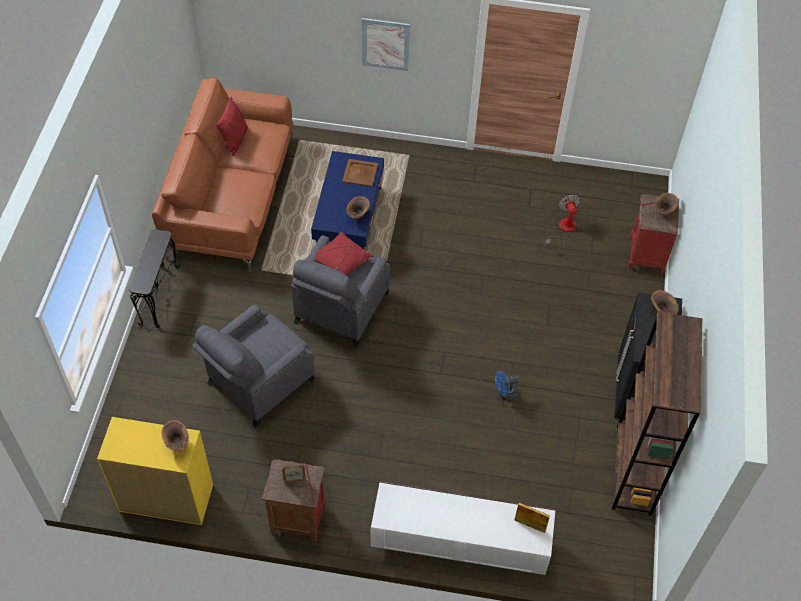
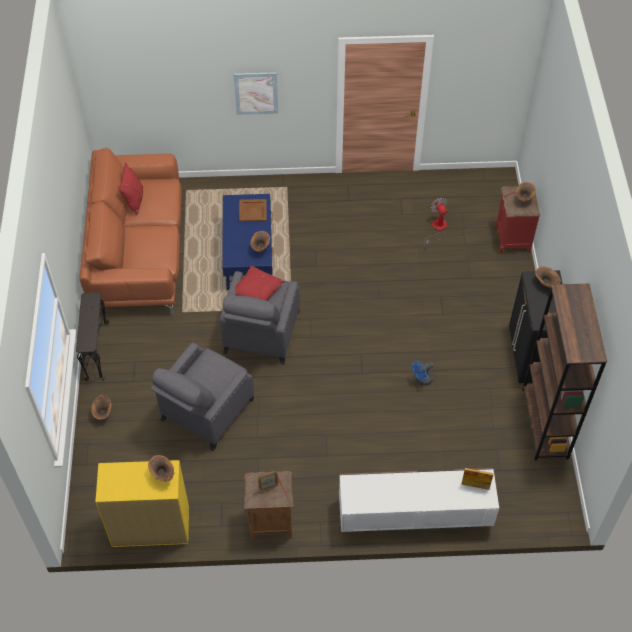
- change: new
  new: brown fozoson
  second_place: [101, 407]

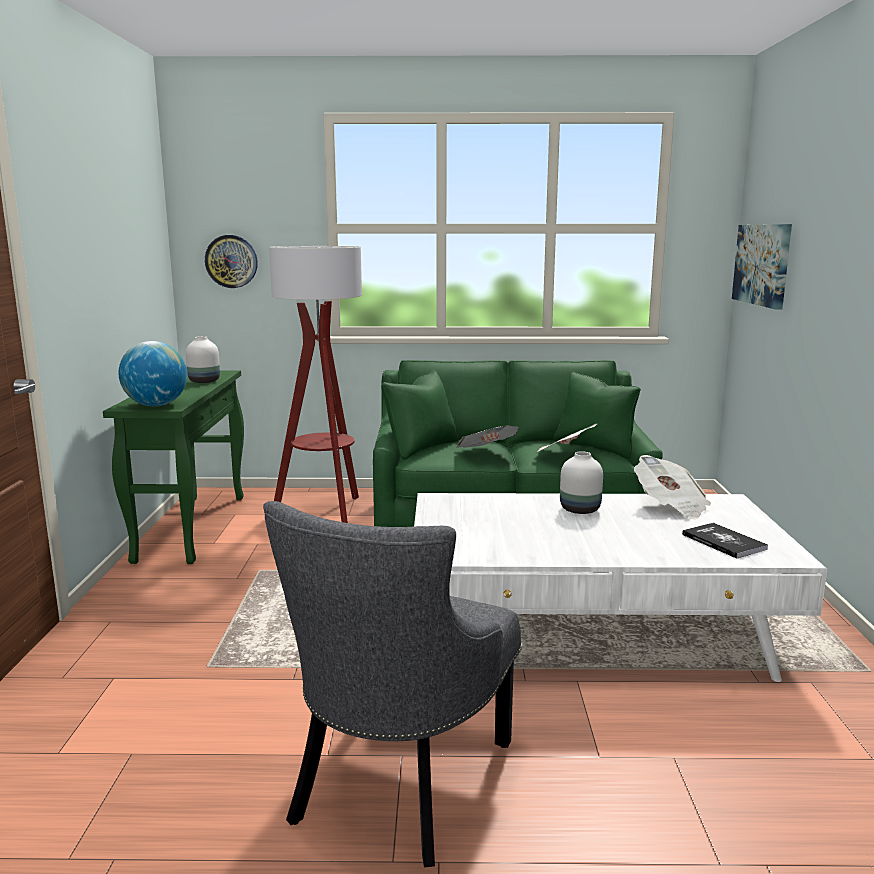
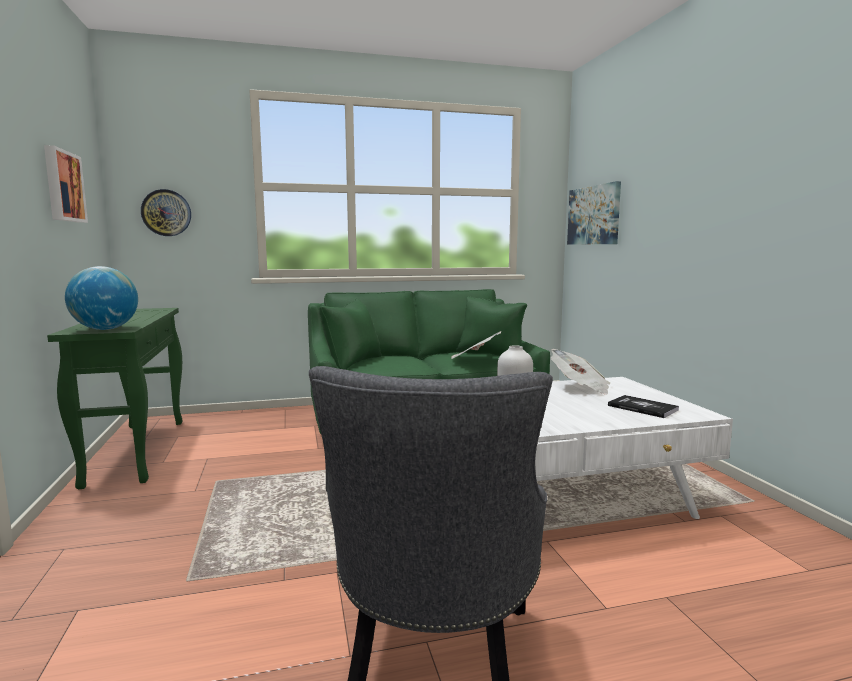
- change: gone
  old: white fozoson
  first_place: [203, 359]
- change: gone
  old: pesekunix
  first_place: [315, 384]
- change: gone
  old: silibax
  first_place: [488, 436]
- change: new
  new: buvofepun
  second_place: [66, 184]

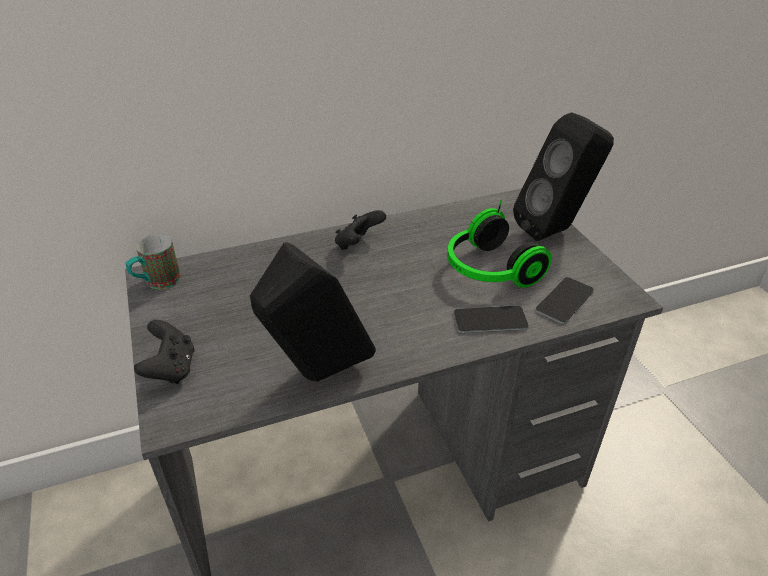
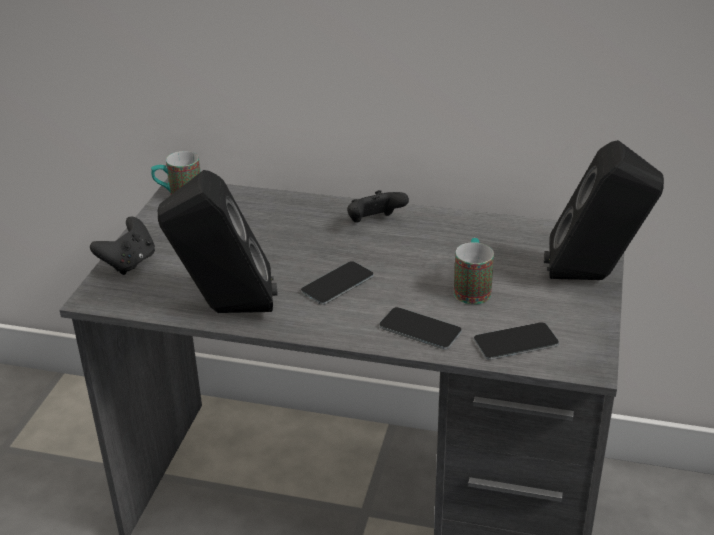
- change: swapped
  old: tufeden
  new: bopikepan
  first_place: [499, 244]
  second_place: [474, 271]
- change: new
  new: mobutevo
  second_place: [337, 283]

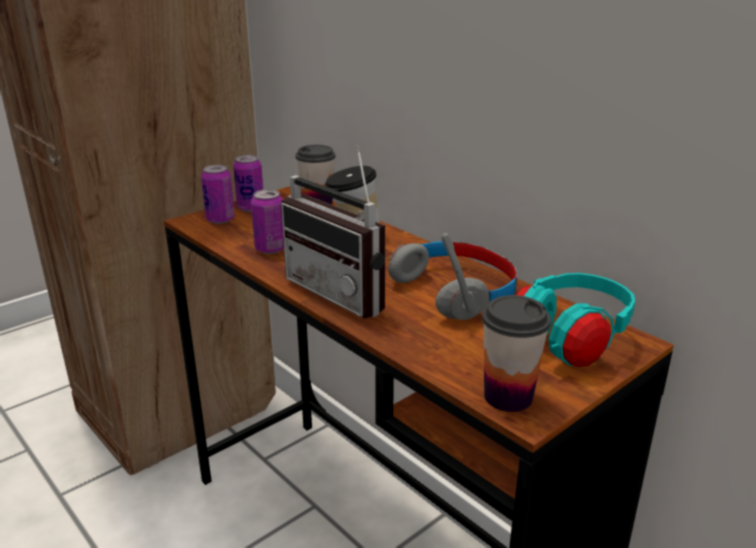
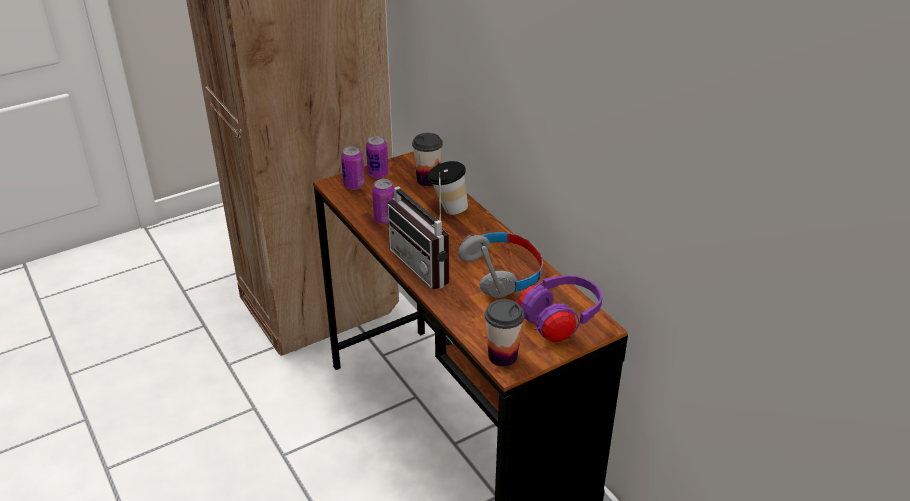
- change: repainted
  old: turquoise tufeden
  new: purple tufeden
  first_place: [576, 320]
  second_place: [560, 308]

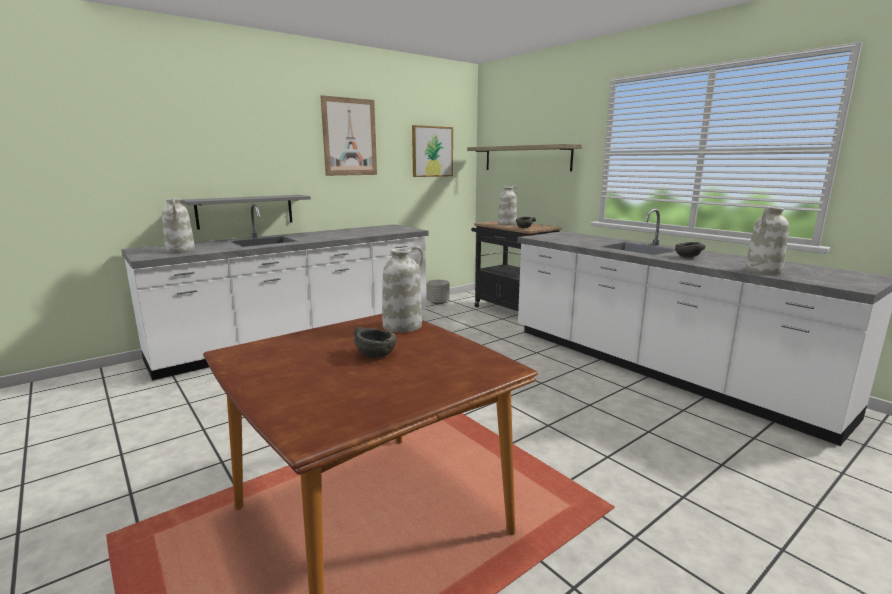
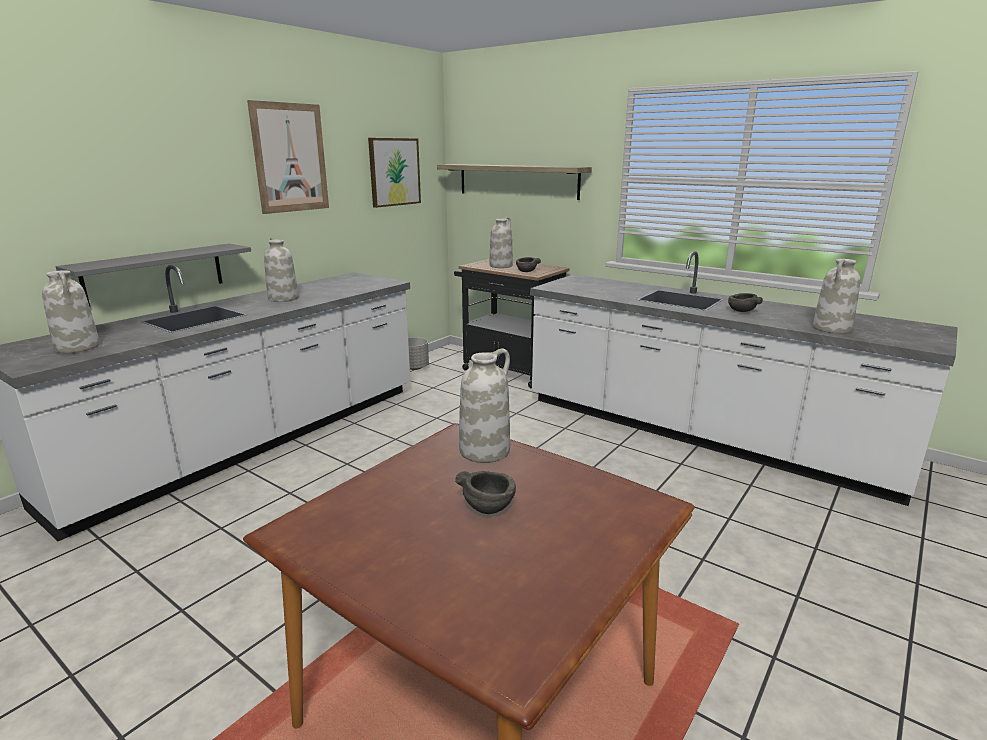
- change: new
  new: white fozoson
  second_place: [281, 269]

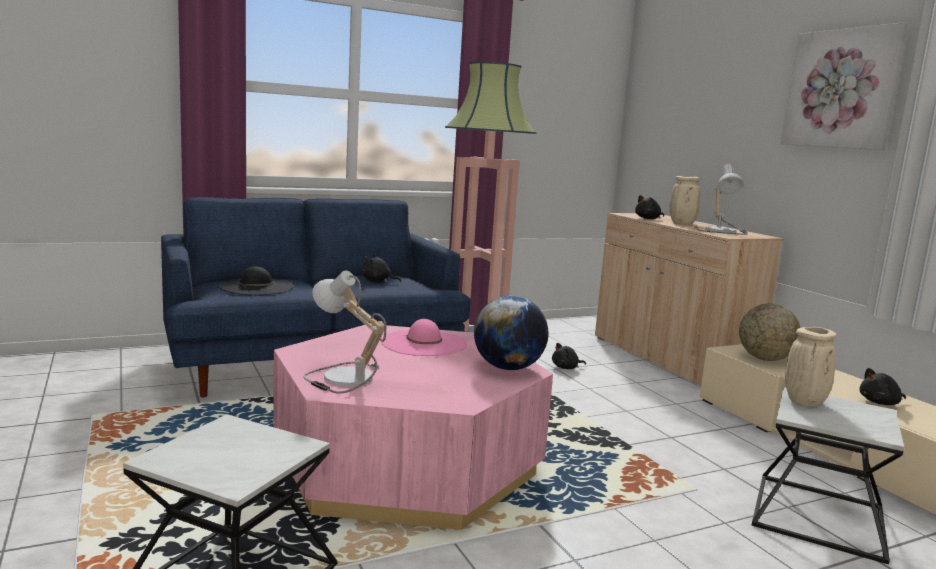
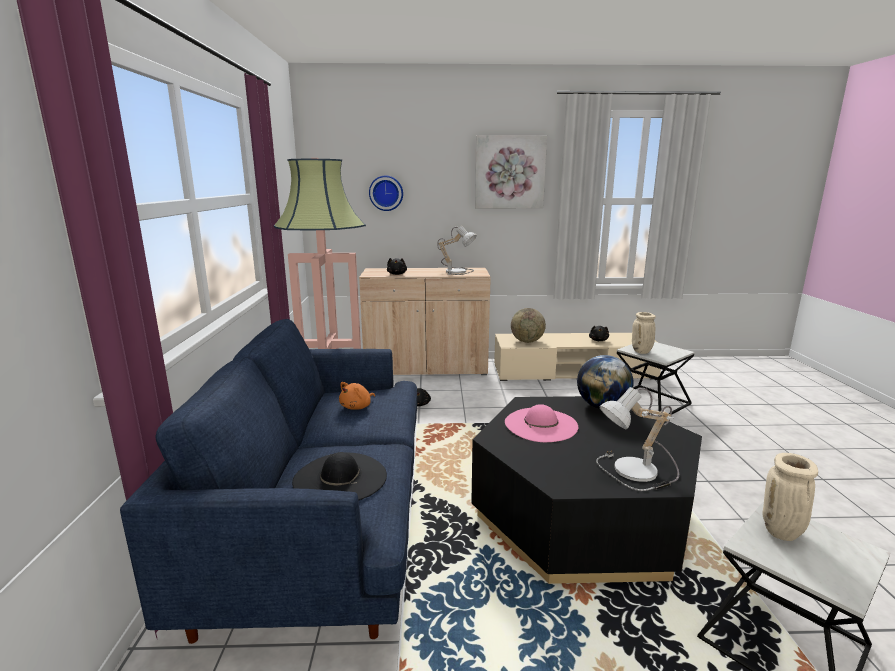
- change: repainted
  old: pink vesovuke
  new: black vesovuke
  first_place: [413, 427]
  second_place: [586, 490]
- change: repainted
  old: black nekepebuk
  new: orange nekepebuk
  first_place: [381, 268]
  second_place: [357, 396]
- change: shifted
  old: beige fozoson
  first_place: [684, 200]
  second_place: [790, 497]
- change: new
  new: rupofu
  second_place: [386, 193]

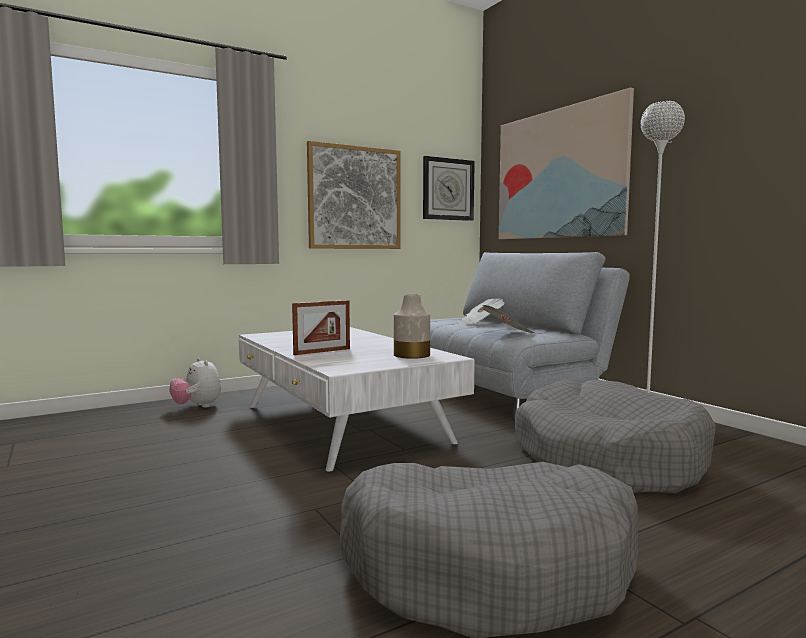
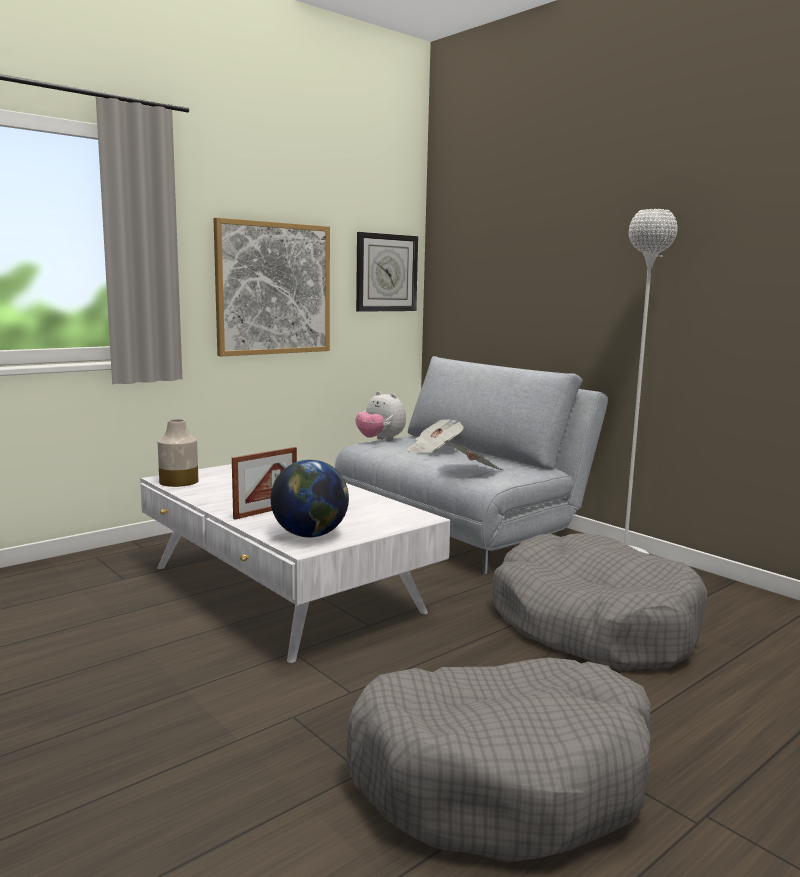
- change: shifted
  old: nekepebuk
  first_place: [195, 383]
  second_place: [381, 416]
- change: shifted
  old: beige fozoson
  first_place: [412, 326]
  second_place: [178, 453]
- change: gone
  old: buvofepun
  first_place: [566, 163]
- change: new
  new: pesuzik
  second_place: [310, 498]

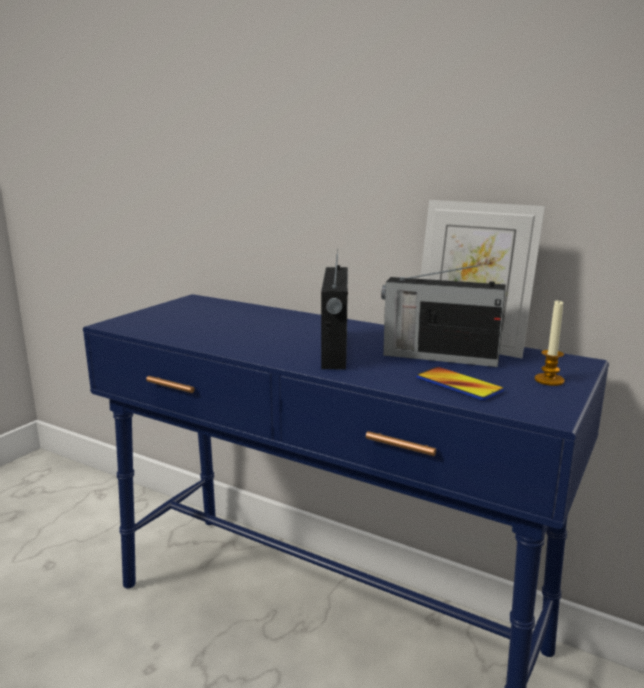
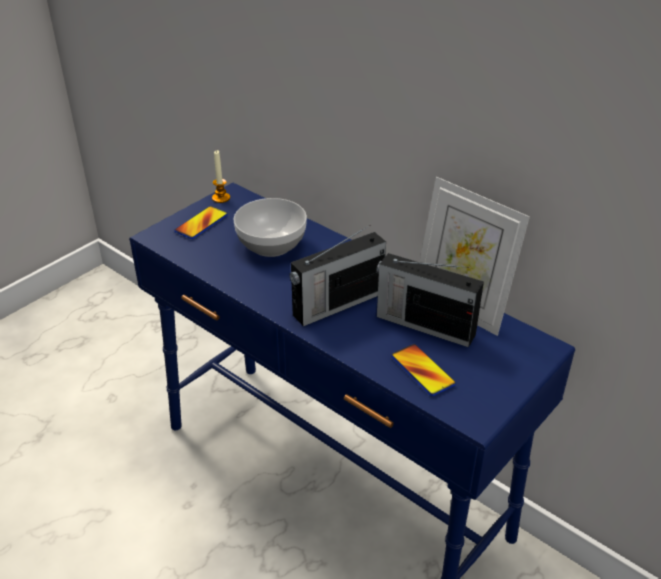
- change: rotated
  old: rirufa
  first_place: [334, 309]
  second_place: [337, 275]
  degrees: 45
- change: shifted
  old: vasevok
  first_place: [549, 342]
  second_place: [221, 176]
- change: new
  new: mobutevo
  second_place: [201, 222]
- change: new
  new: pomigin
  second_place: [270, 227]

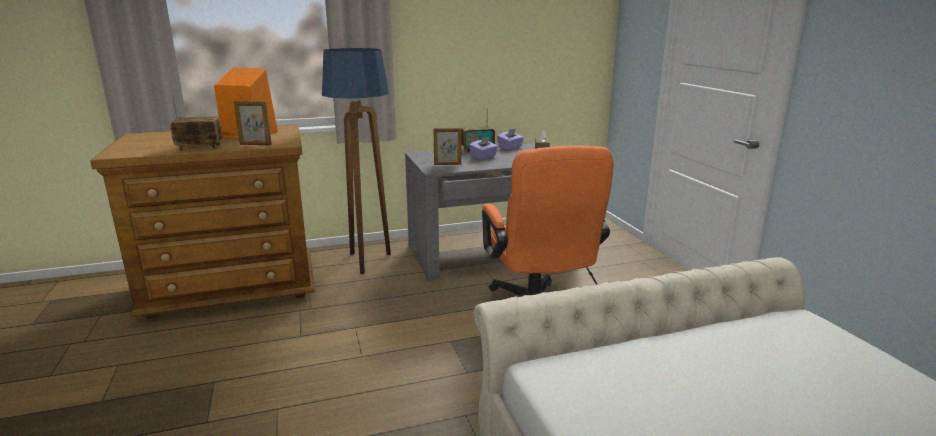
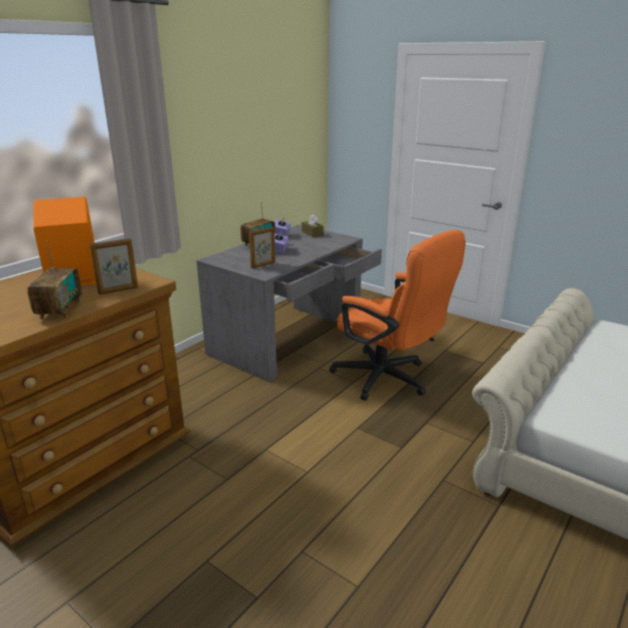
- change: rotated
  old: rirufa
  first_place: [196, 122]
  second_place: [54, 280]
  degrees: 135
- change: gone
  old: pesekunix
  first_place: [356, 161]

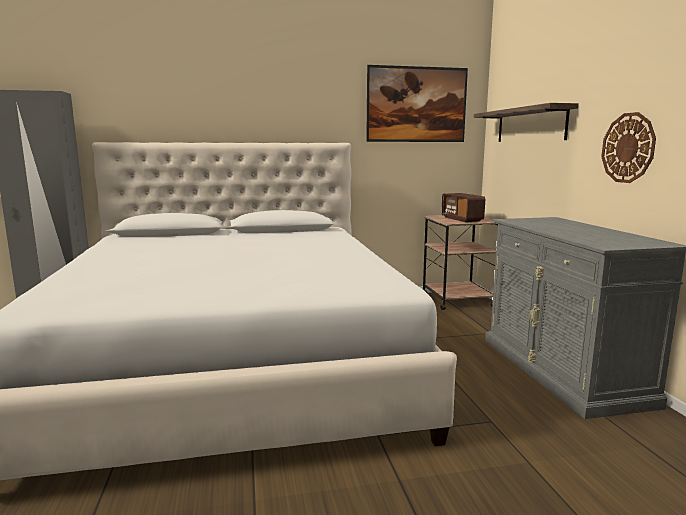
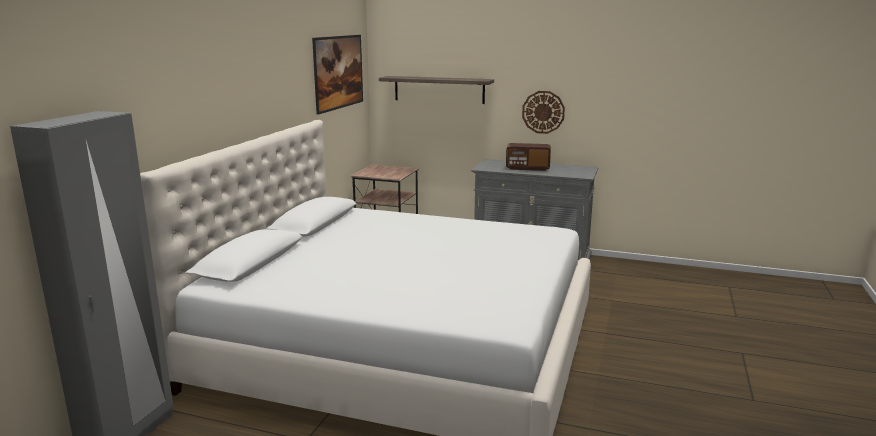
- change: shifted
  old: rirufa
  first_place: [463, 207]
  second_place: [528, 157]

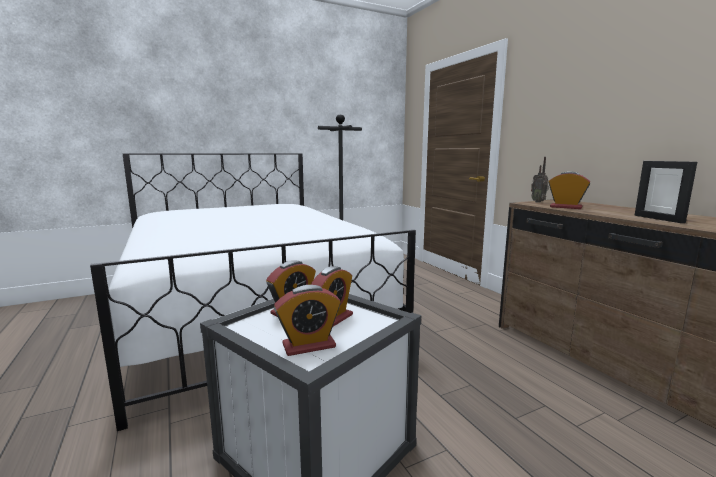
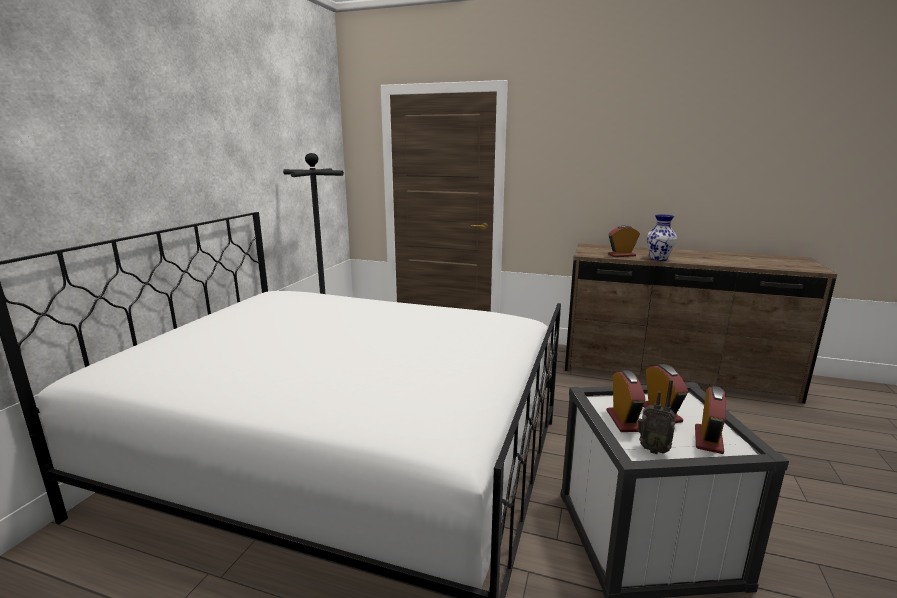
- change: shifted
  old: rirufa
  first_place: [540, 180]
  second_place: [656, 416]
- change: gone
  old: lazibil
  first_place: [665, 192]
- change: new
  new: fozoson
  second_place: [662, 237]

